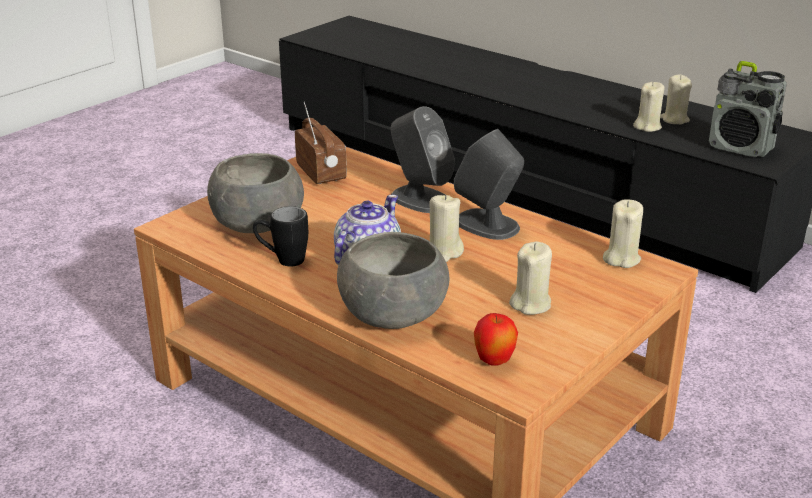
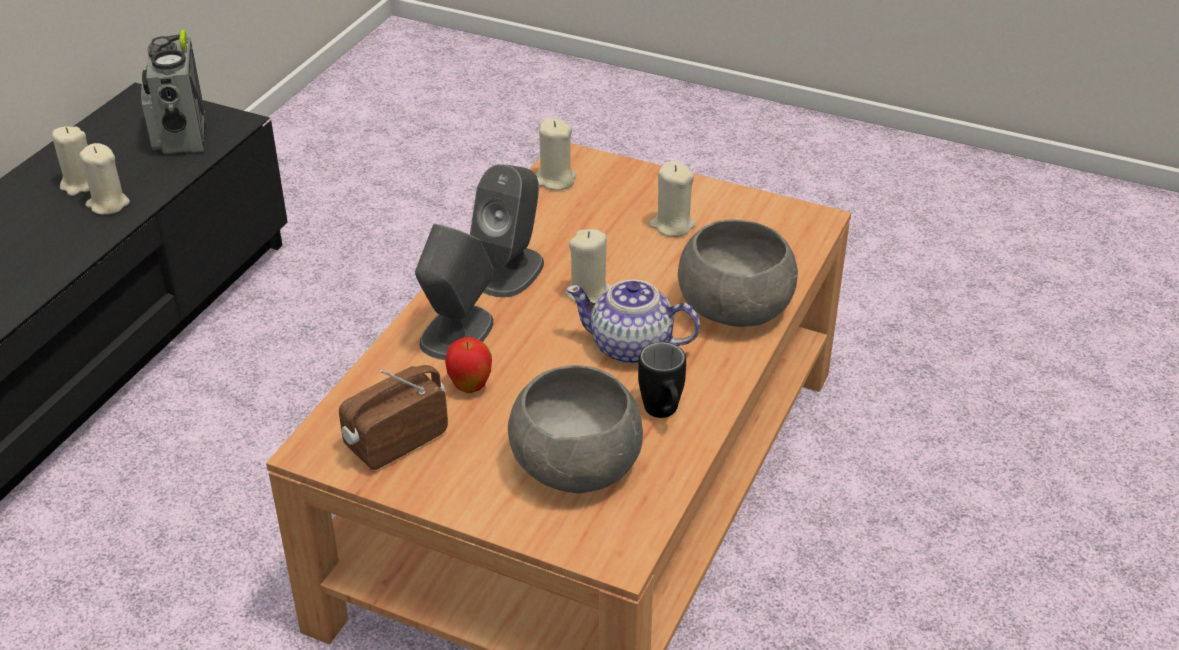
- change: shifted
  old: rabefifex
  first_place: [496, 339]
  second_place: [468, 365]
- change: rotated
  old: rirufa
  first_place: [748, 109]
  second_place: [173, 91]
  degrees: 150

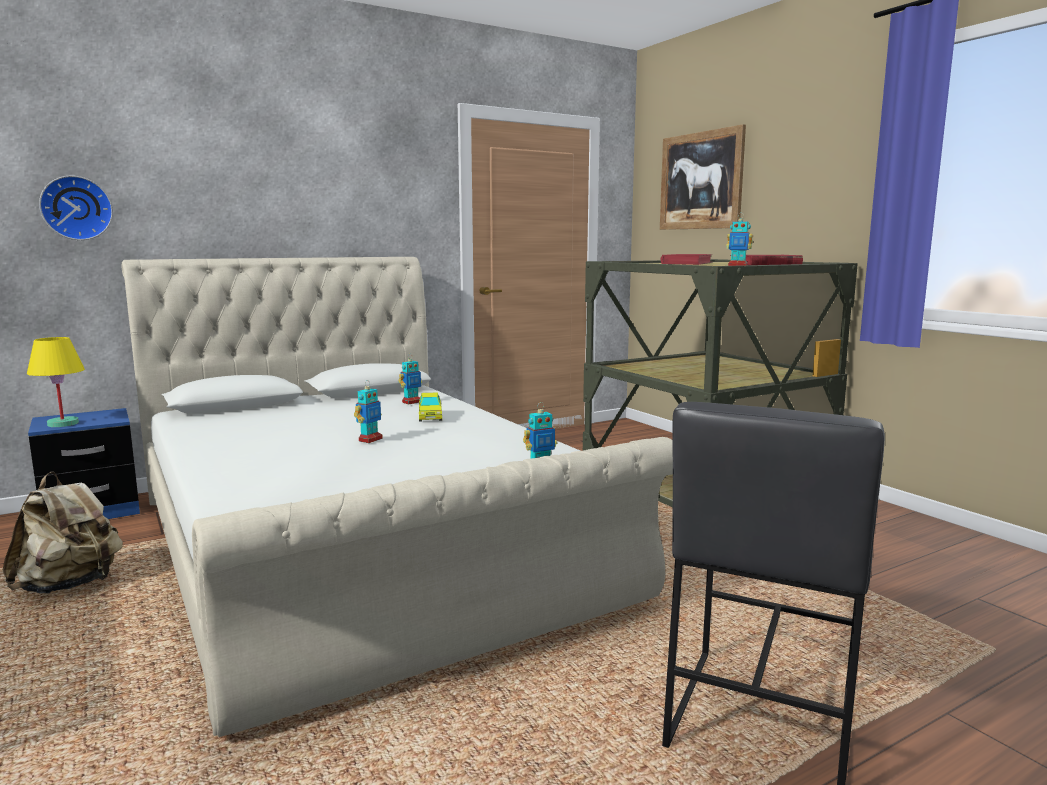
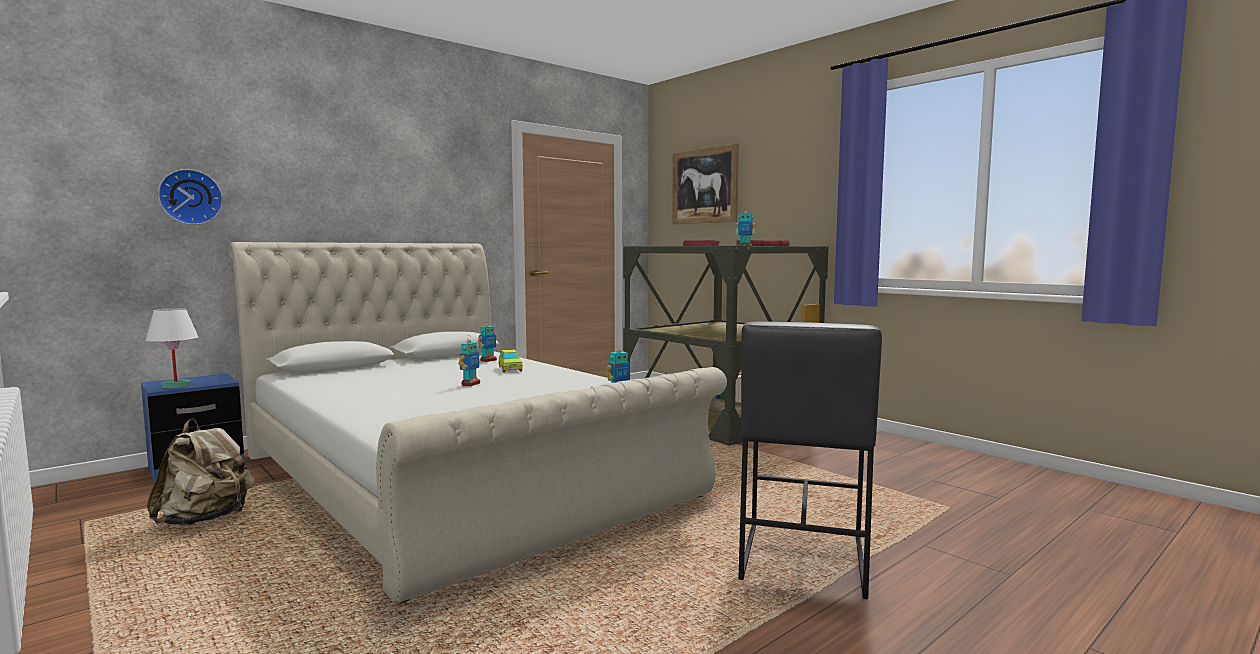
- change: repainted
  old: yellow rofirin
  new: white rofirin
  first_place: [56, 382]
  second_place: [171, 348]

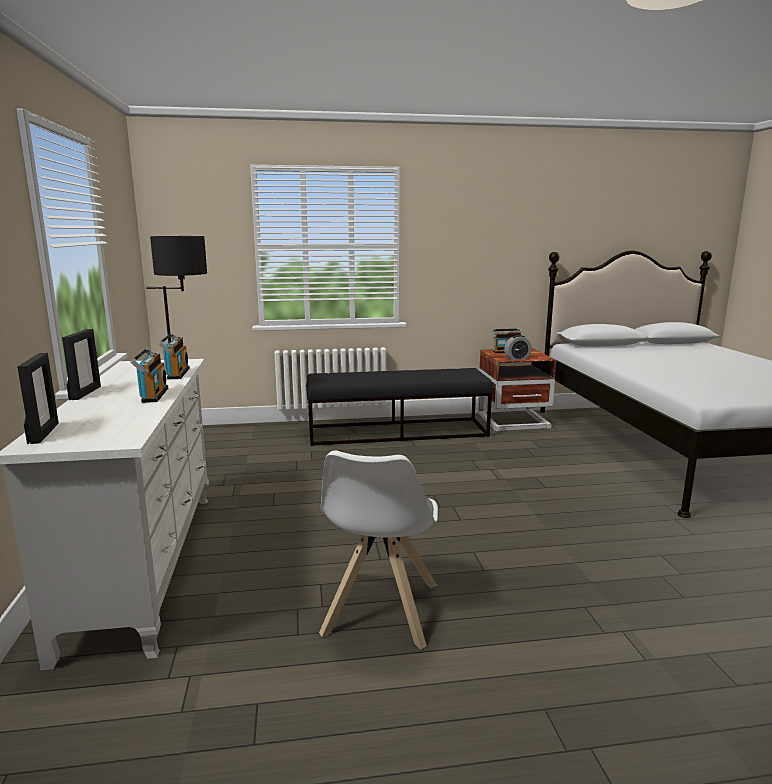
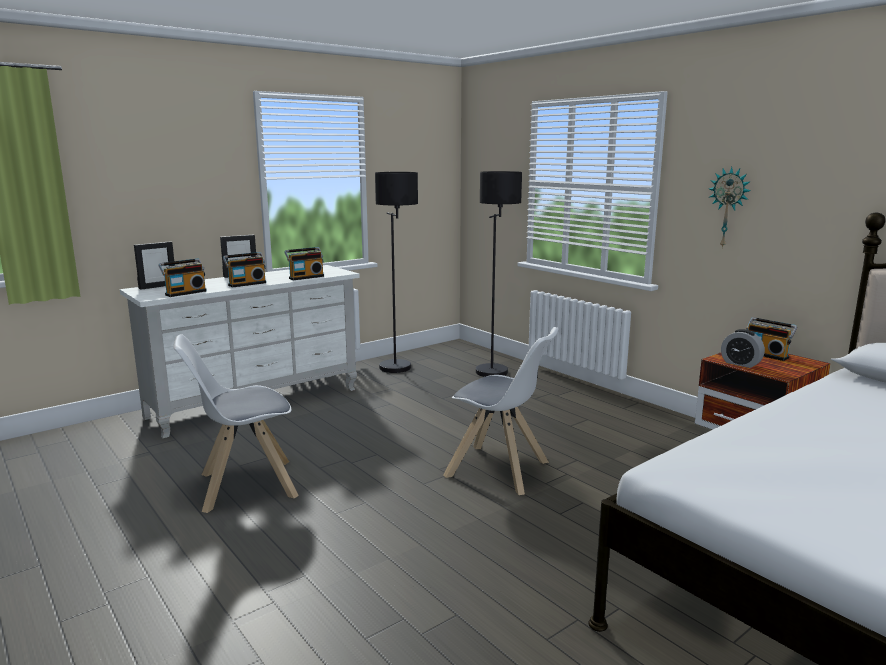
- change: gone
  old: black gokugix
  first_place: [399, 407]
- change: new
  new: rirufa
  second_place: [182, 278]
- change: new
  new: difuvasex
  second_place: [500, 411]
- change: new
  new: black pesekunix
  second_place: [499, 274]
- change: new
  new: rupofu
  second_place: [729, 208]

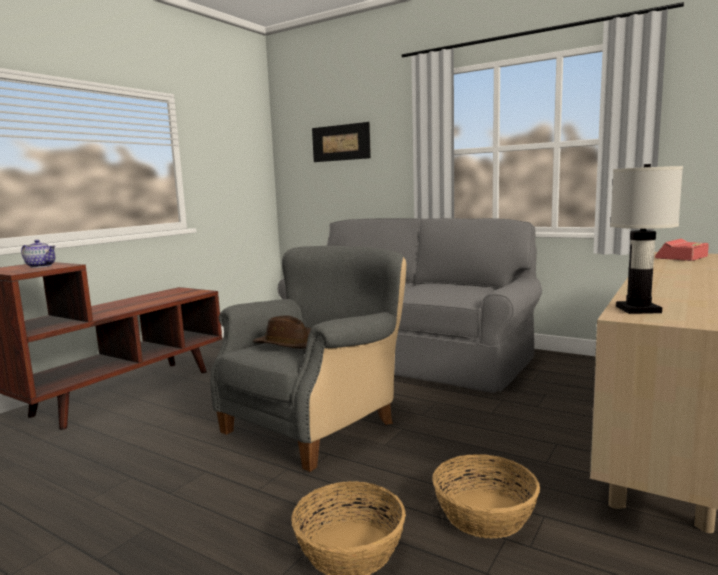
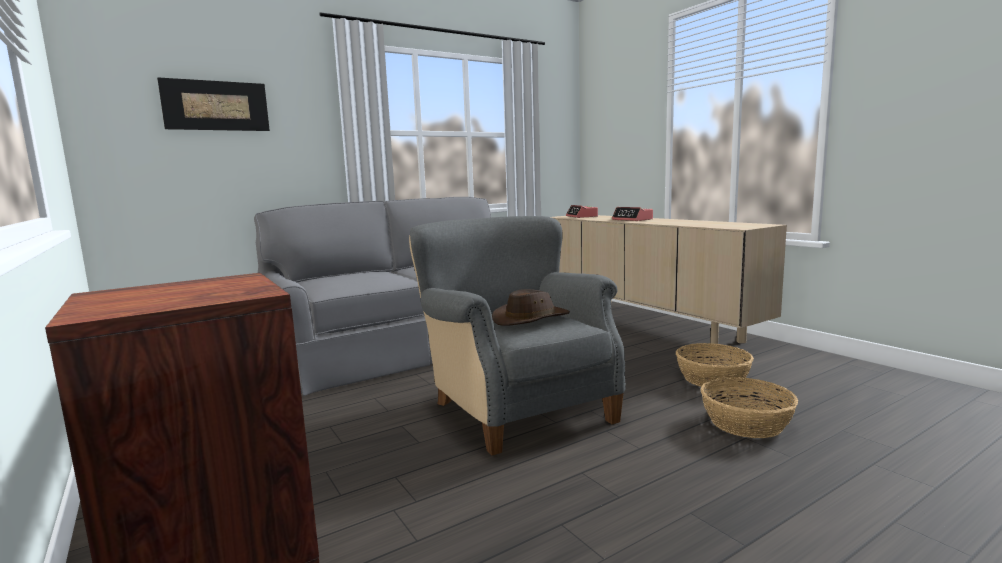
- change: gone
  old: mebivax
  first_place: [38, 254]
- change: gone
  old: white rofirin
  first_place: [646, 239]
- change: new
  new: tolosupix
  second_place: [632, 214]

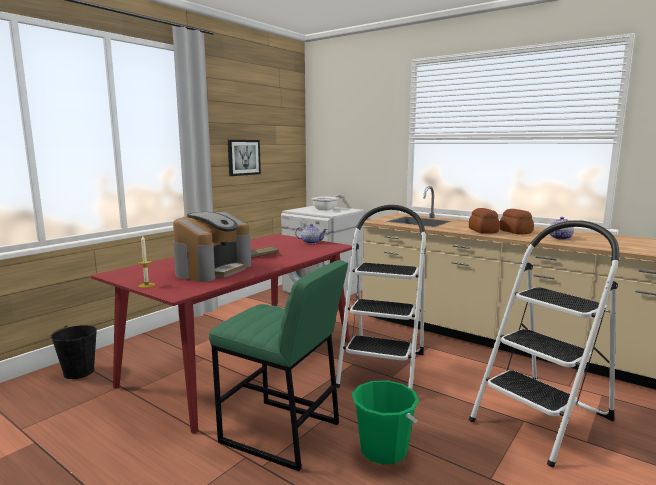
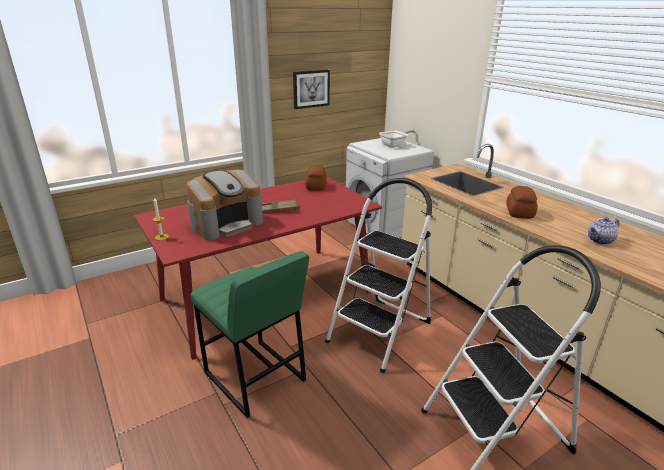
- change: gone
  old: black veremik
  first_place: [74, 352]
- change: gone
  old: mebivax
  first_place: [311, 234]
- change: gone
  old: green veremik
  first_place: [385, 422]
- change: shifted
  old: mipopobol
  first_place: [517, 222]
  second_place: [316, 178]

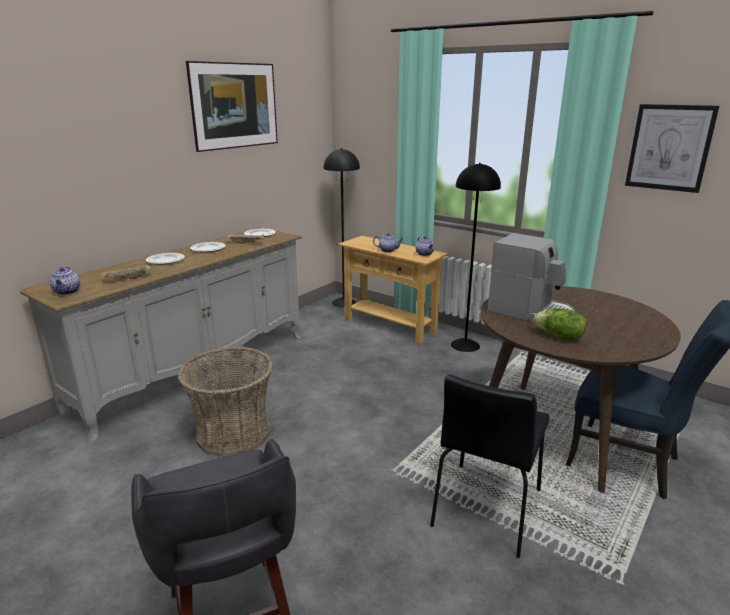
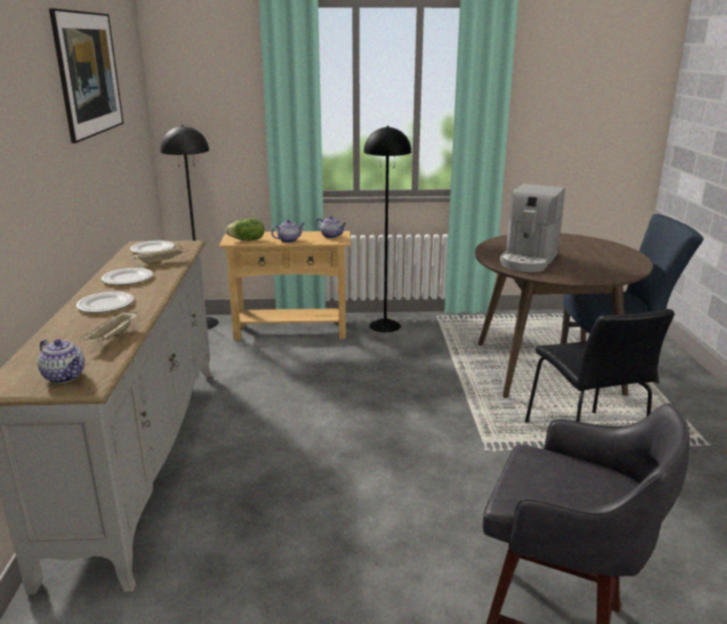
- change: gone
  old: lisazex
  first_place: [225, 402]
- change: rotated
  old: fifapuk
  first_place: [531, 278]
  second_place: [532, 228]
  degrees: 120
- change: shifted
  old: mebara
  first_place: [560, 324]
  second_place: [245, 229]
- change: gone
  old: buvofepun
  first_place: [672, 148]

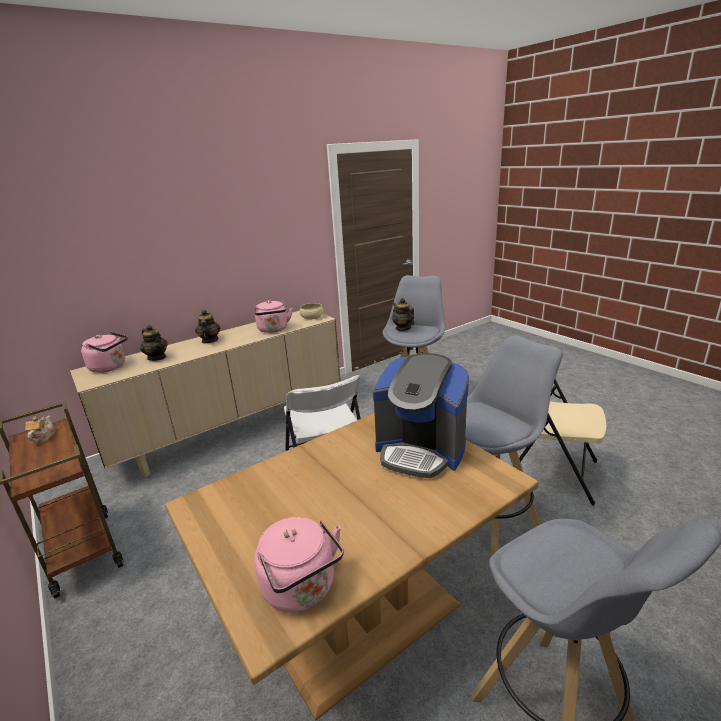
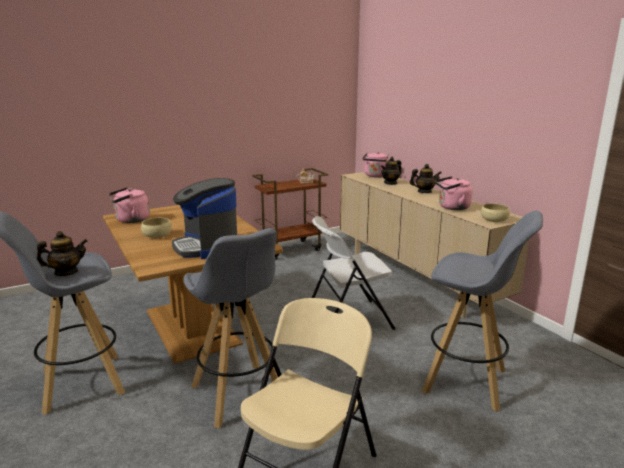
- change: rotated
  old: fifapuk
  first_place: [421, 415]
  second_place: [204, 218]
  degrees: -60
- change: shifted
  old: mebivax
  first_place: [403, 314]
  second_place: [62, 253]
- change: new
  new: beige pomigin
  second_place: [156, 228]

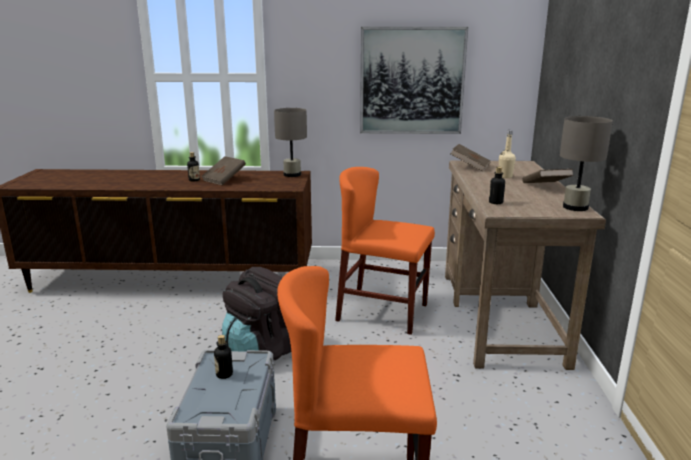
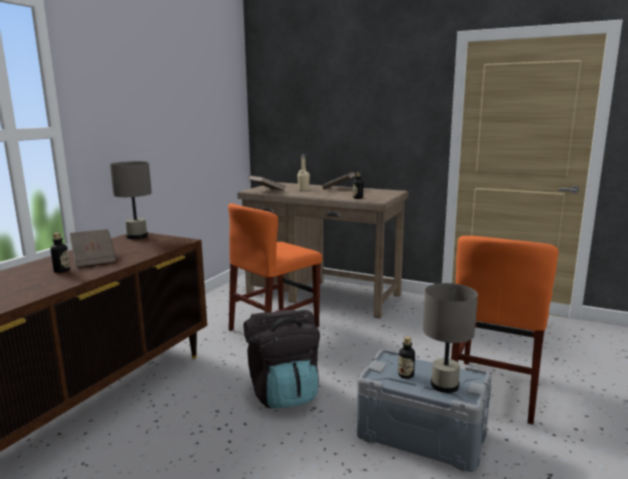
- change: gone
  old: buvofepun
  first_place: [414, 80]
- change: shifted
  old: grey rofirin
  first_place: [586, 163]
  second_place: [450, 338]

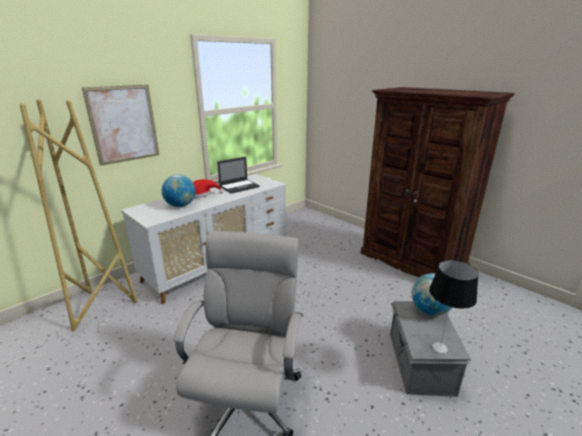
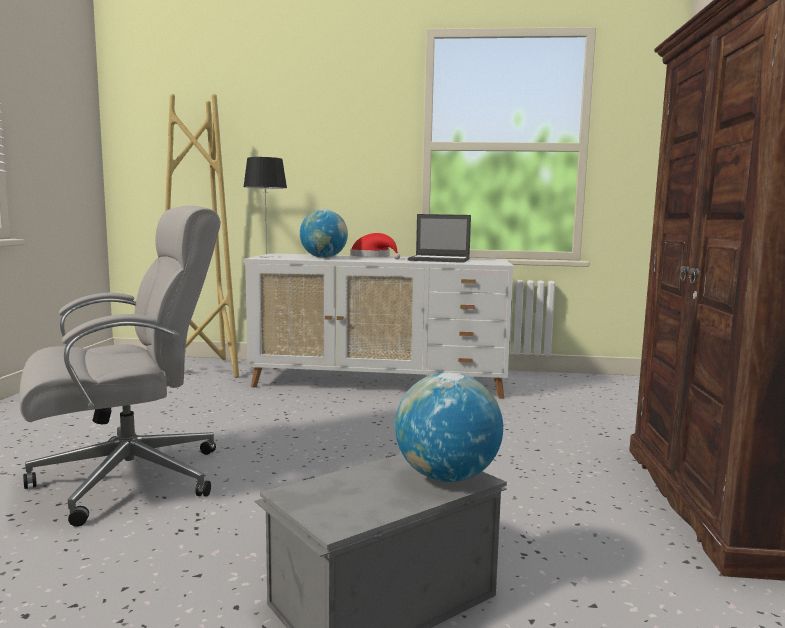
- change: gone
  old: buvofepun
  first_place: [120, 125]
- change: shifted
  old: rofirin
  first_place: [454, 306]
  second_place: [265, 207]

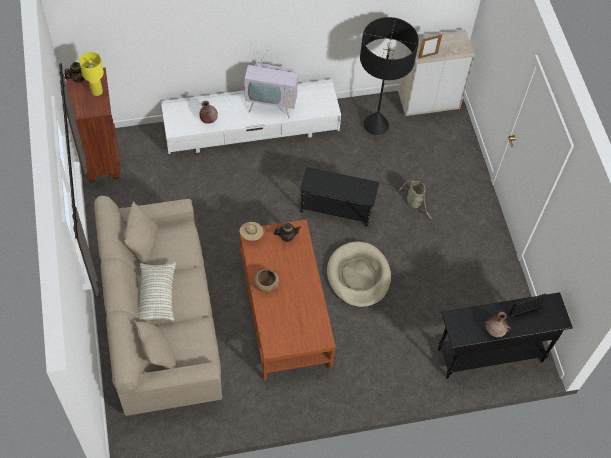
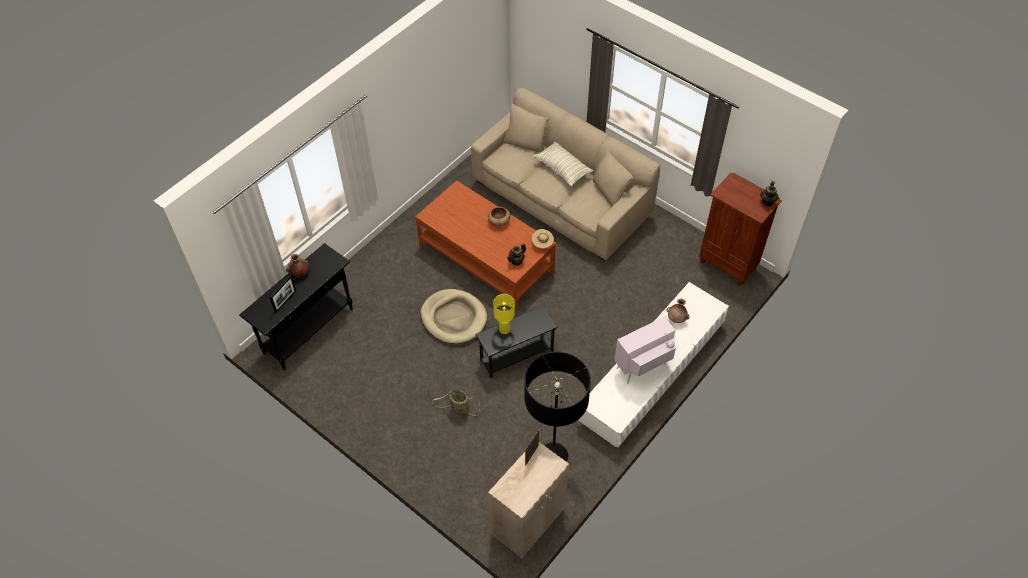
- change: shifted
  old: yellow rofirin
  first_place: [91, 74]
  second_place: [504, 314]

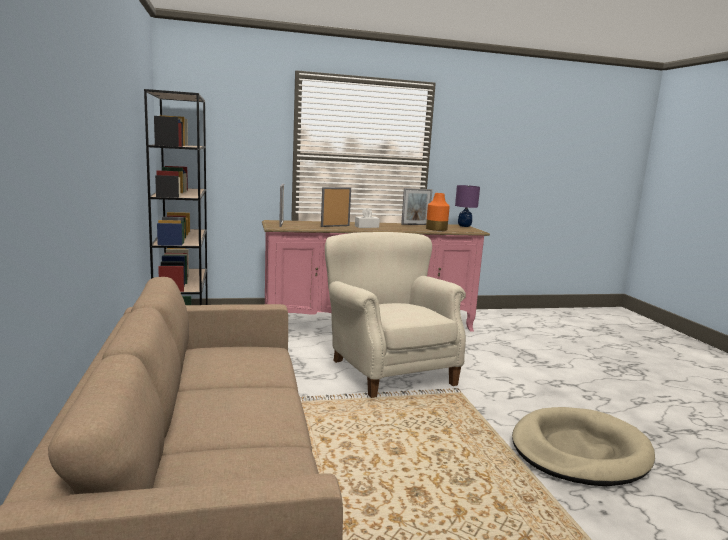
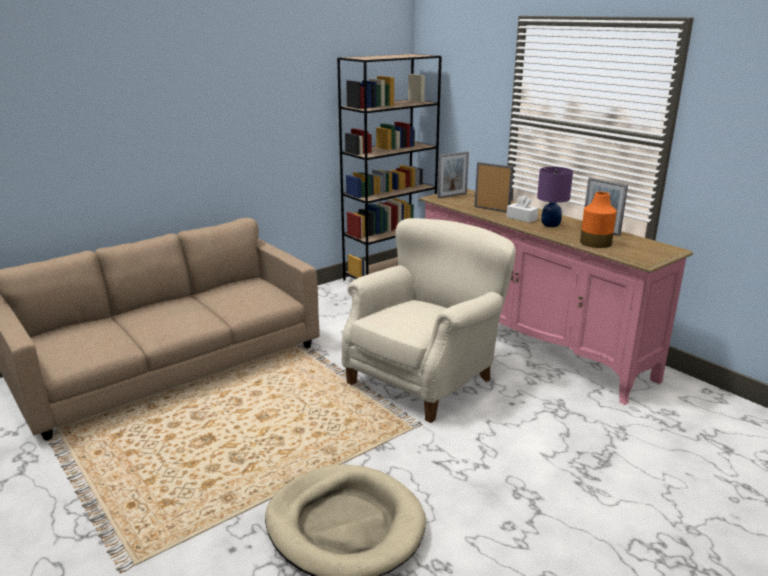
- change: shifted
  old: purple rofirin
  first_place: [467, 206]
  second_place: [555, 197]

